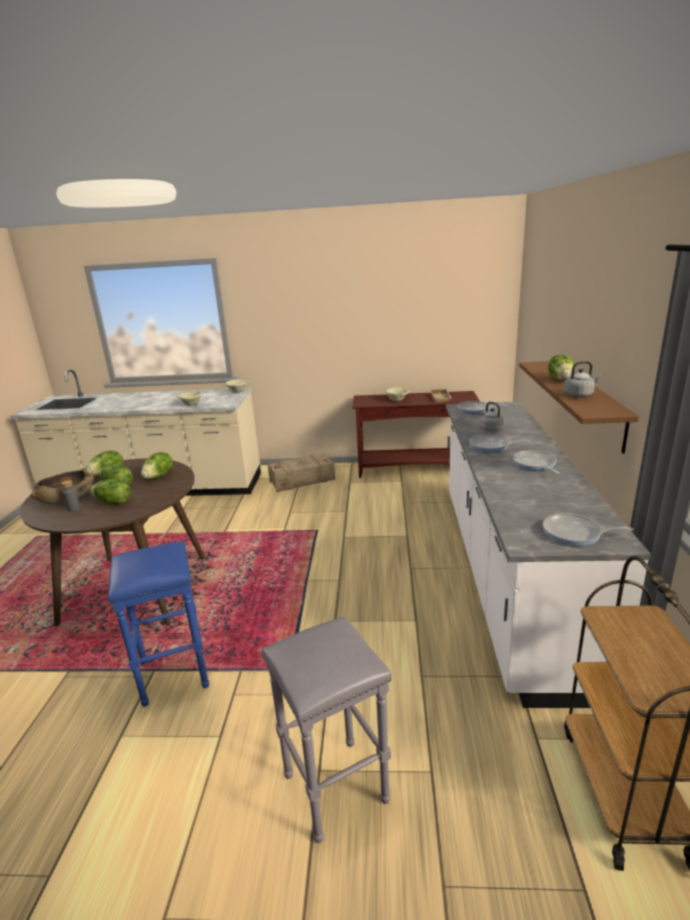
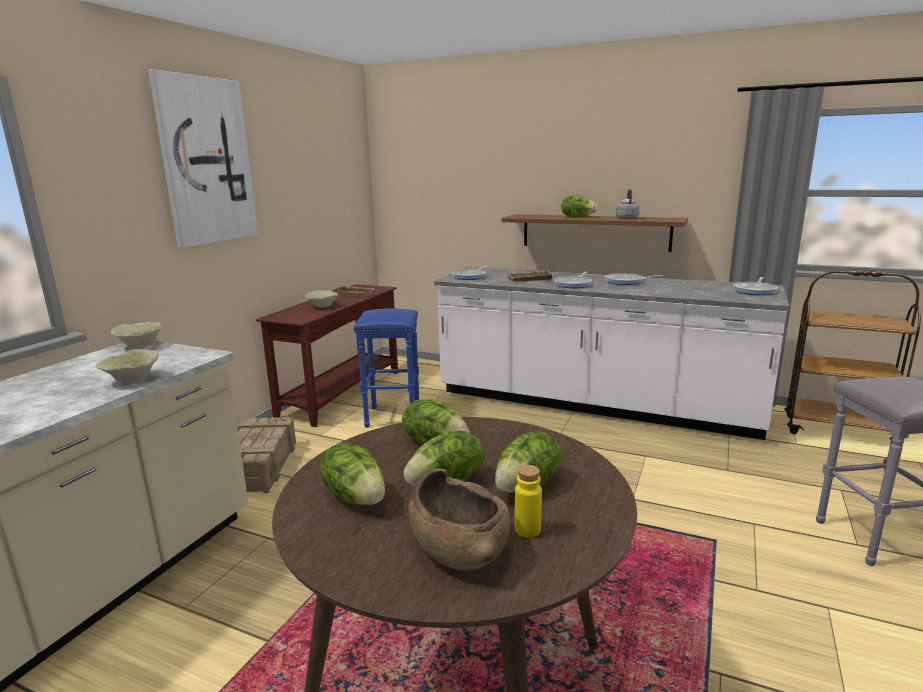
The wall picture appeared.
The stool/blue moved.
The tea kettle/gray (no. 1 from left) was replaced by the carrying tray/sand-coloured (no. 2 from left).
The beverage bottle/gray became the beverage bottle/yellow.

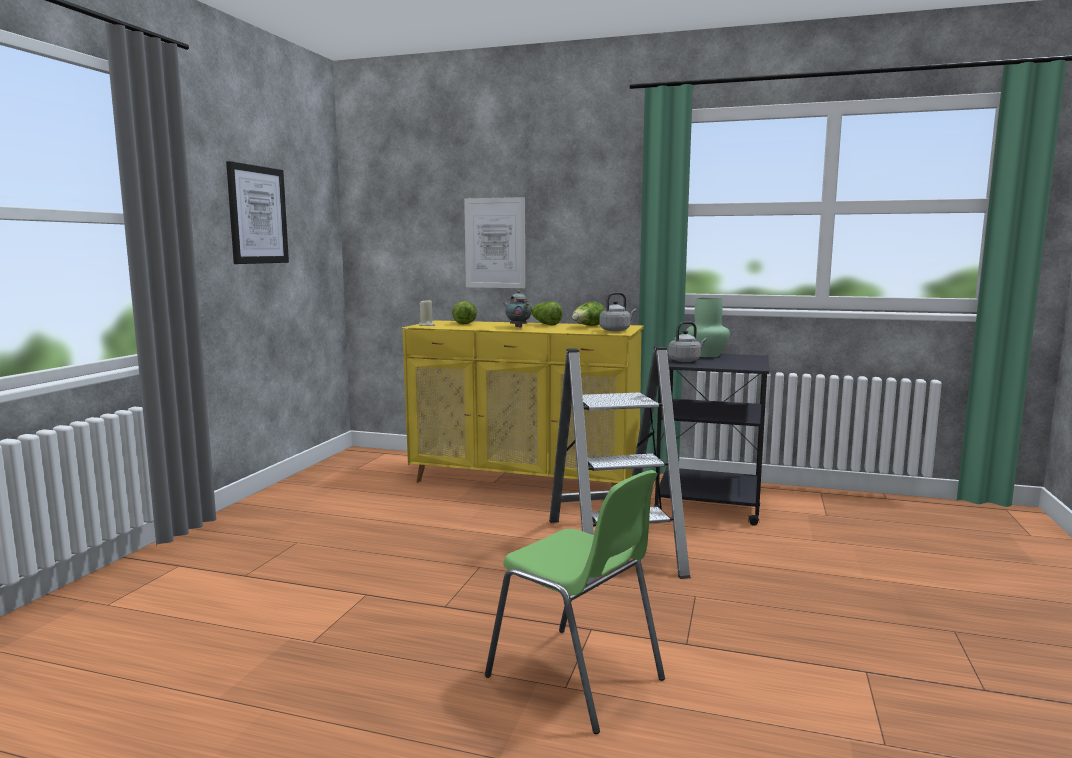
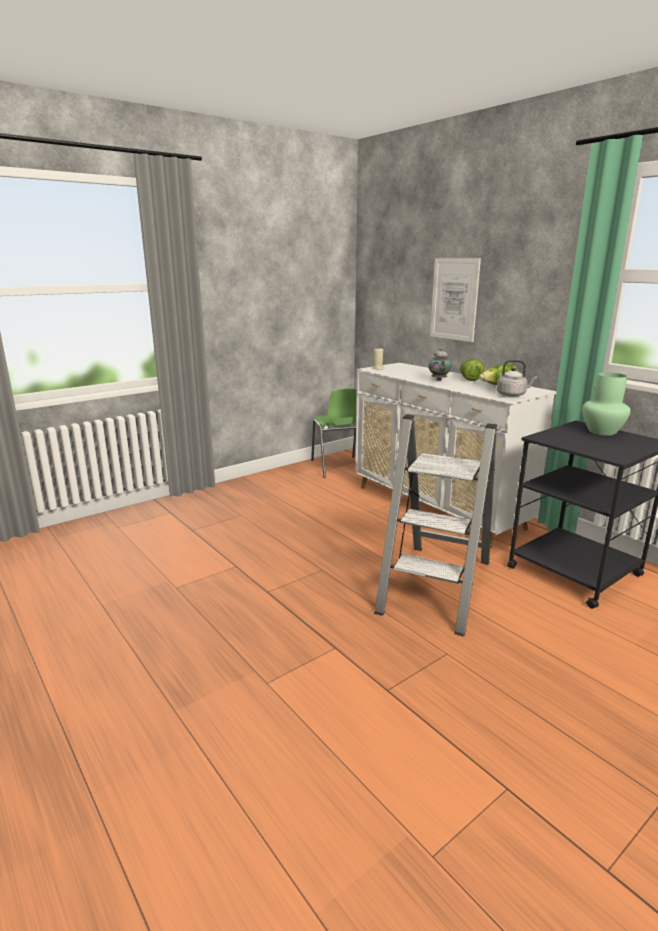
The wall picture (no. 1 from left) disappeared.
The head of lettuce (no. 1 from left) disappeared.
The tea kettle/gray (no. 2 from left) disappeared.
The upright chair/green moved.
The storage cabinet/yellow became the storage cabinet/white-coloured.

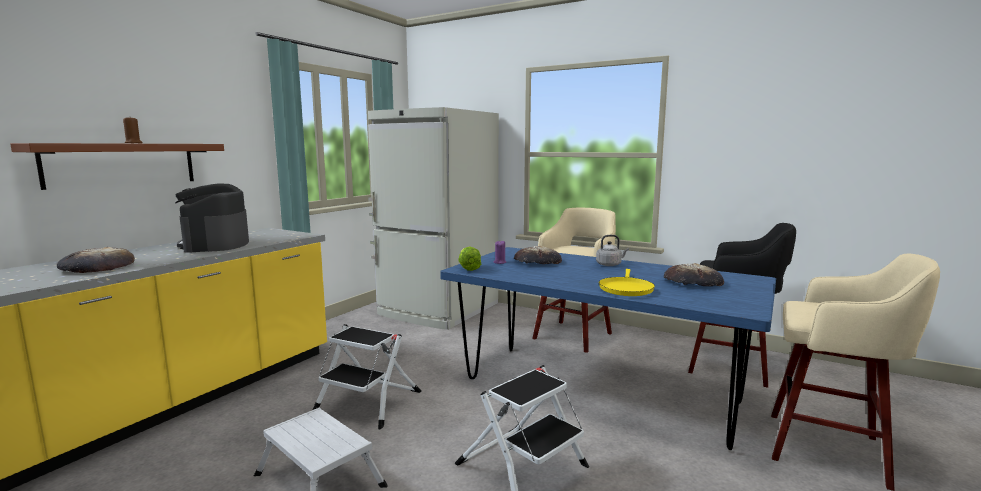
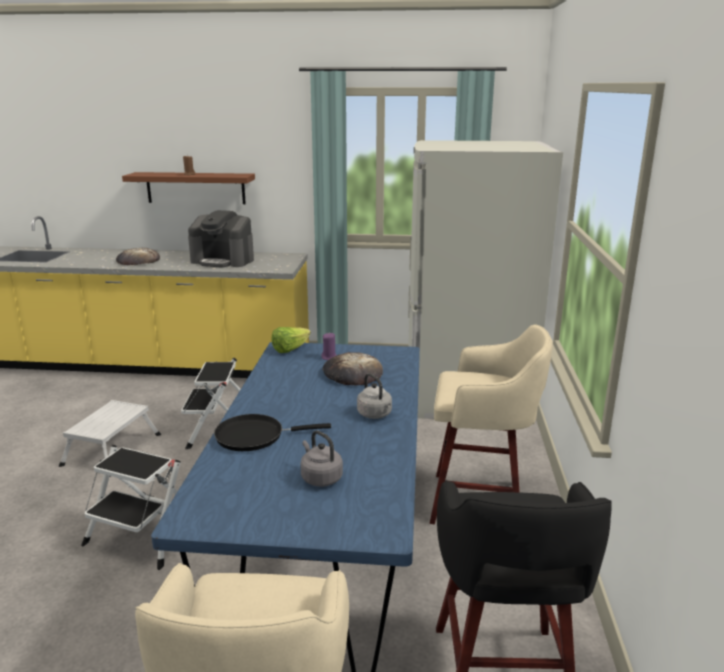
The bread (no. 3 from left) was replaced by the tea kettle/gray (no. 1 from left).
The frying pan/yellow became the frying pan/blackish.
The coffee brewer turned 120 degrees counterclockwise.

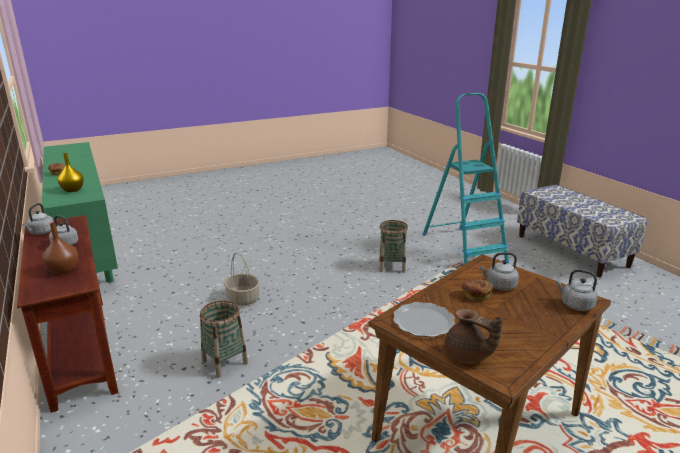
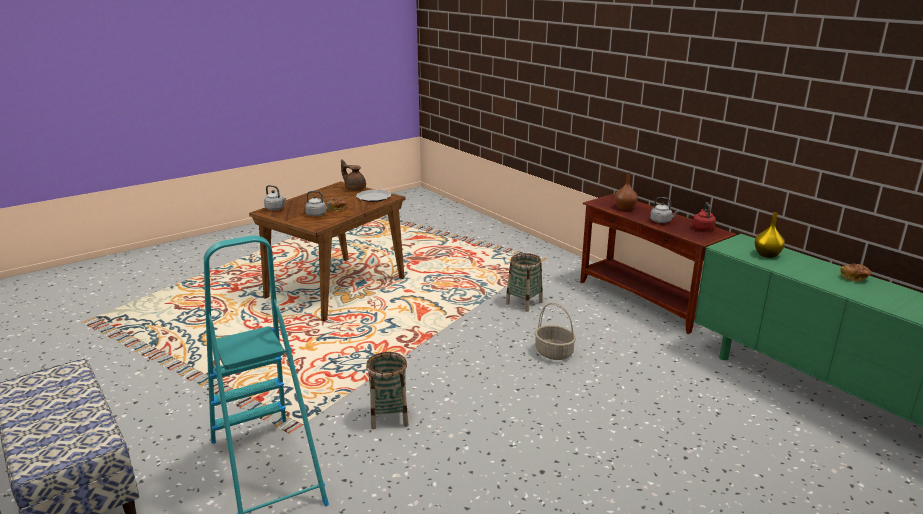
The tea kettle/gray (no. 1 from left) became the tea kettle/red.

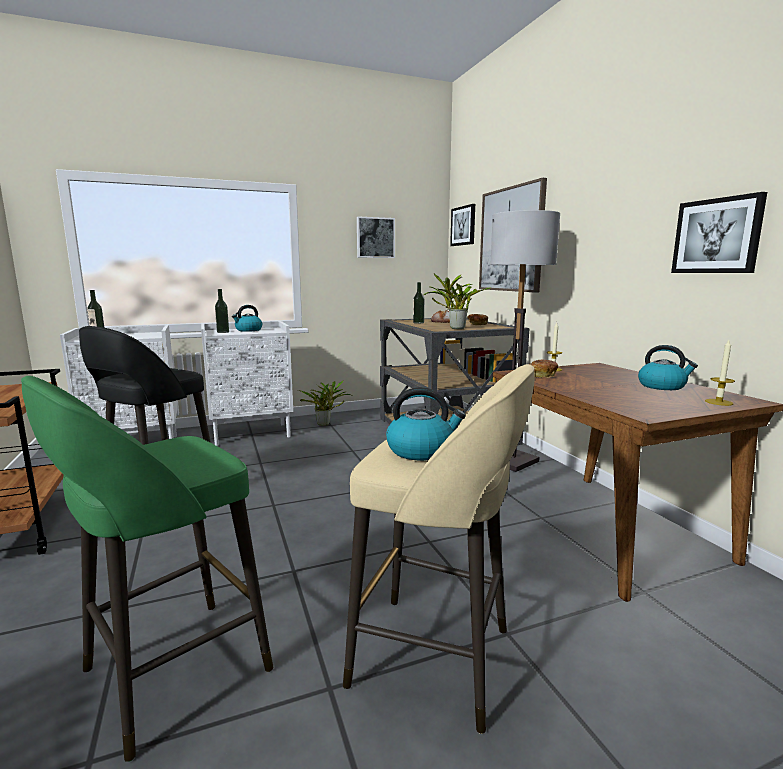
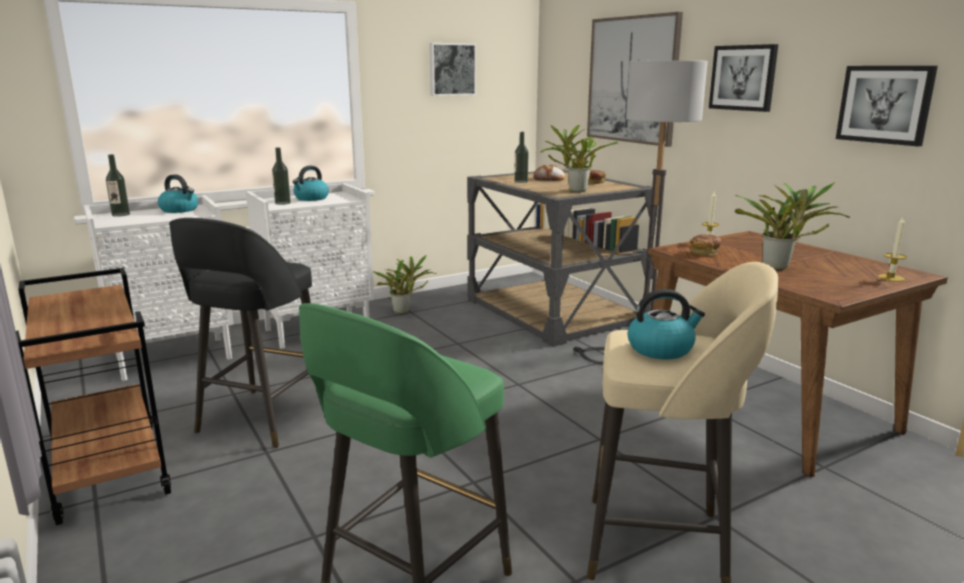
The houseplant (no. 3 from left) appeared.
The wall picture (no. 2 from left in the first image) moved.
The tea kettle (no. 3 from left in the first image) moved.

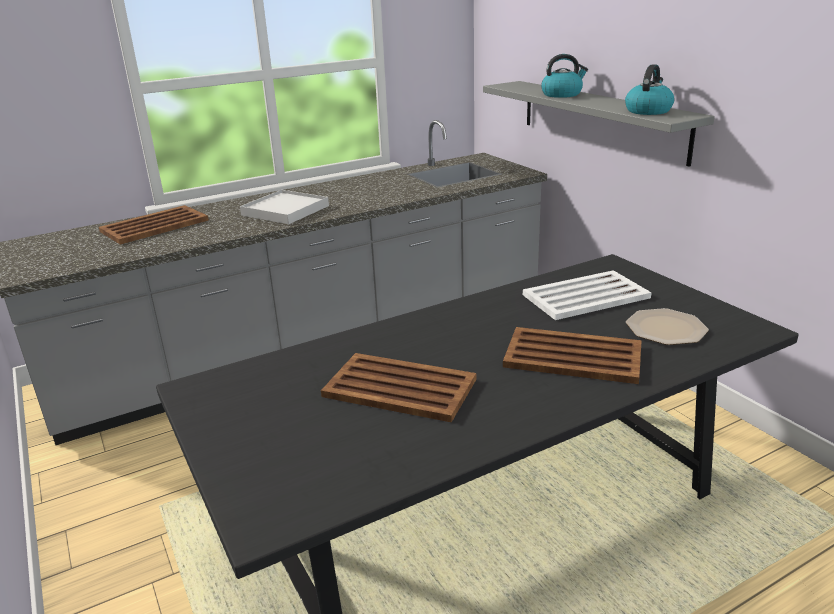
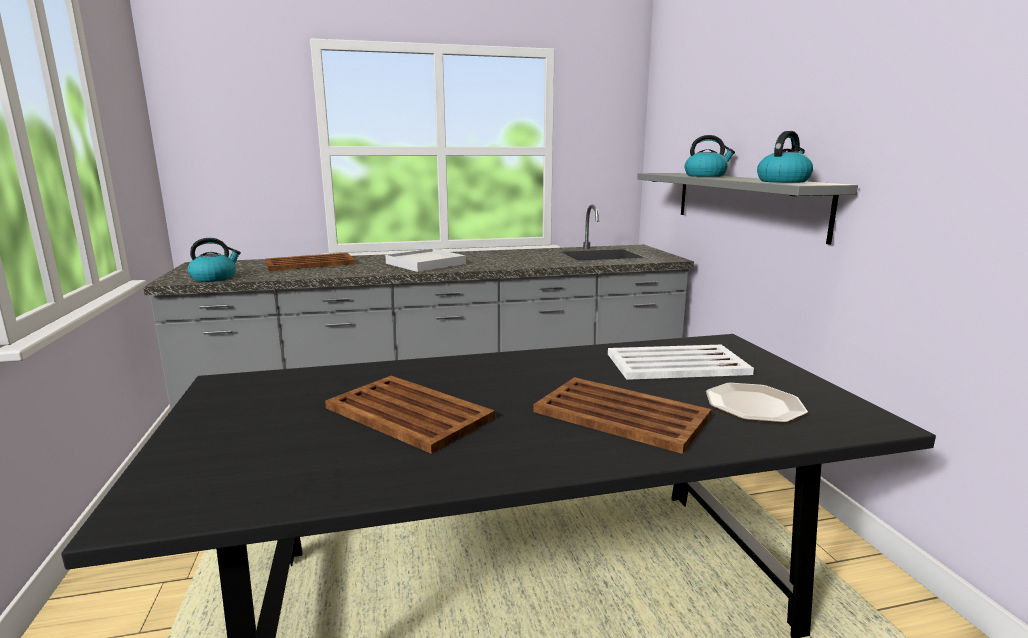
The tea kettle (no. 1 from left) appeared.

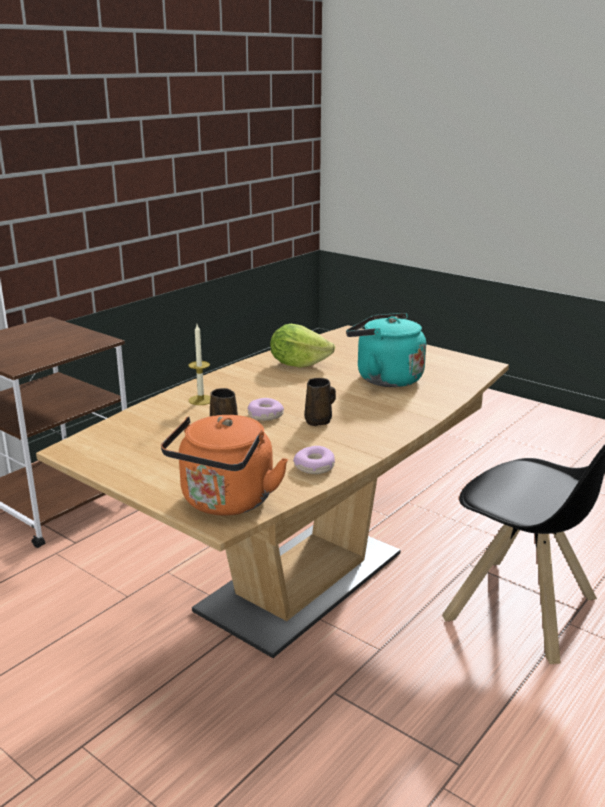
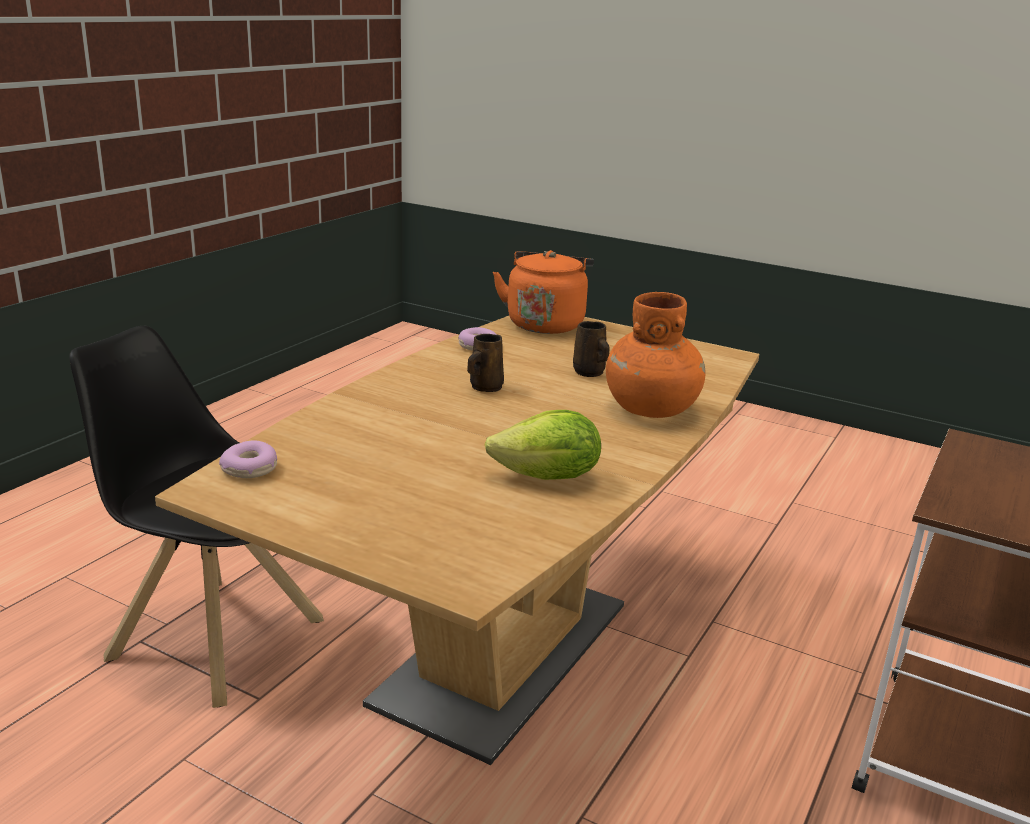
The tea kettle/turquoise-coloured disappeared.
The doughnut (no. 1 from left) moved.
The candle was replaced by the vase/orange.

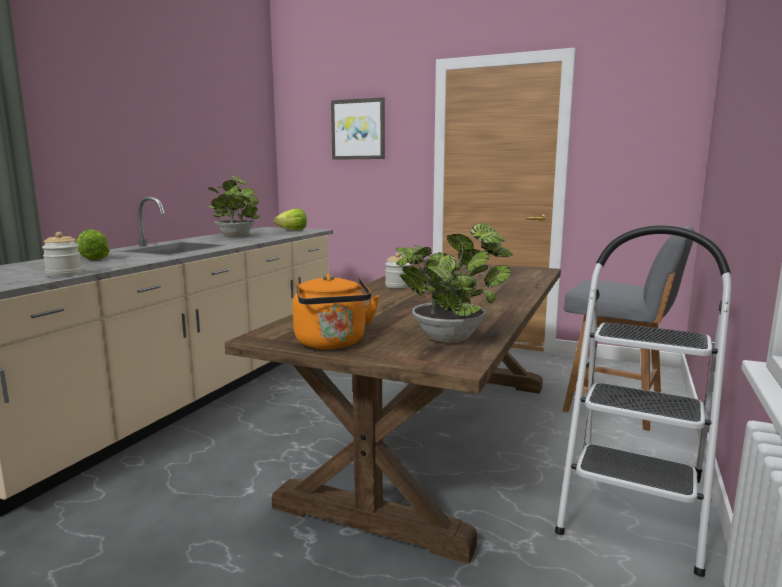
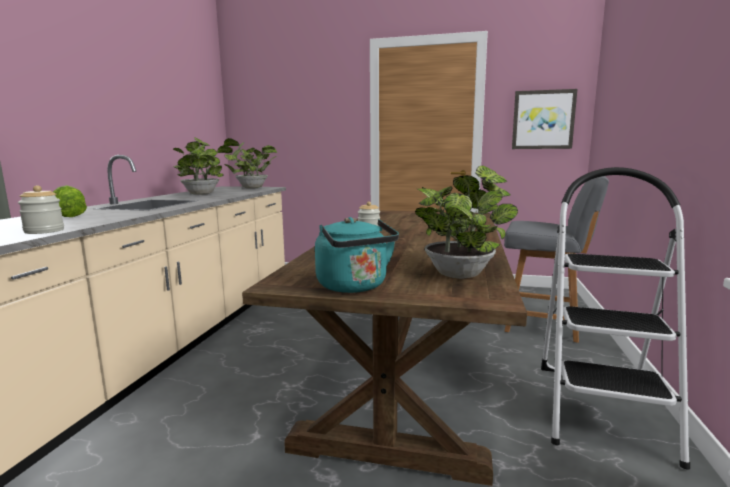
The wall picture moved.
The head of lettuce (no. 2 from left) was replaced by the houseplant (no. 2 from left).
The tea kettle/orange became the tea kettle/turquoise-coloured.

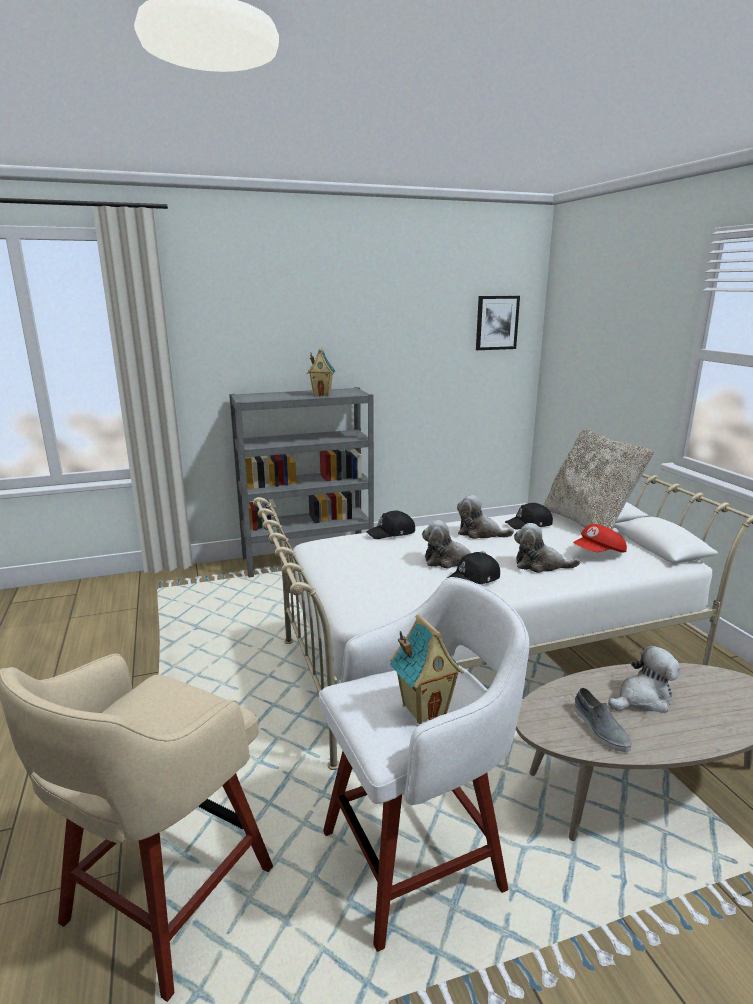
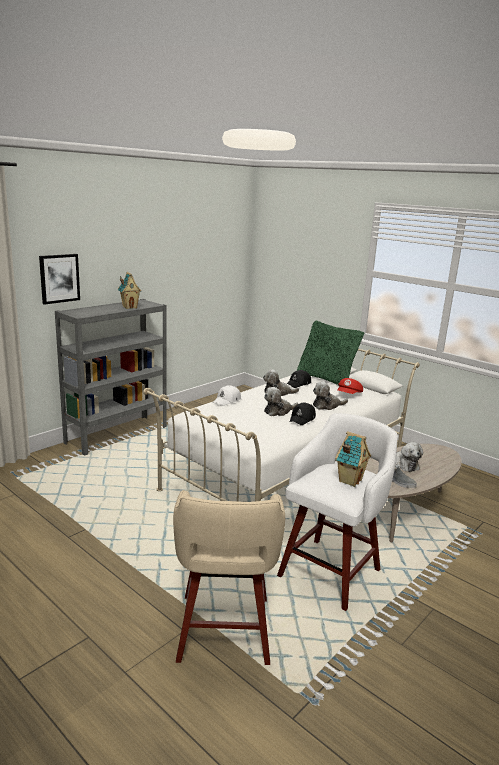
The wall picture moved.
The peaked cap/blackish (no. 1 from left) became the peaked cap/white-coloured.
The pillow/sand-coloured became the pillow/green.
The cuddly toy (no. 4 from left) turned 120 degrees clockwise.

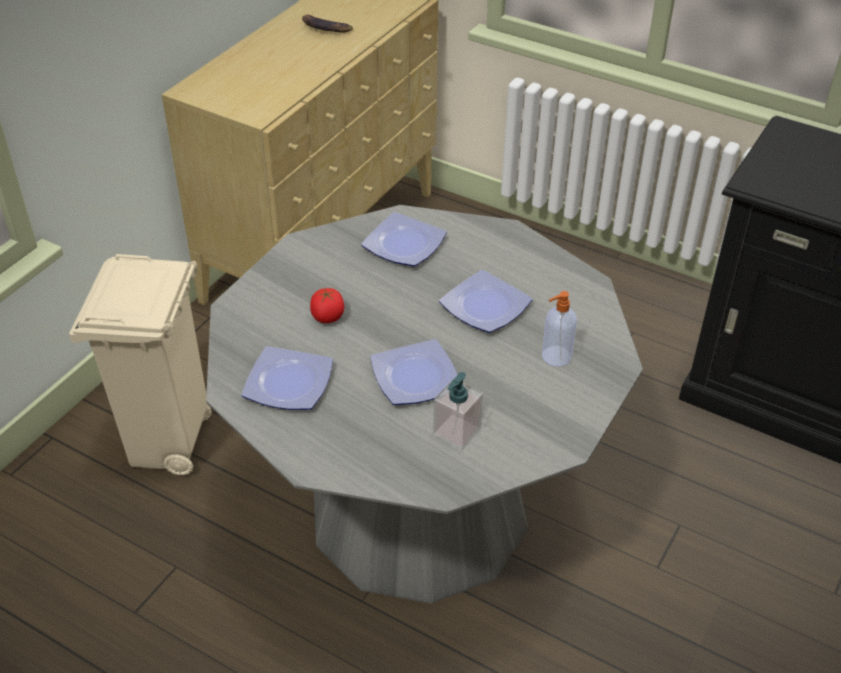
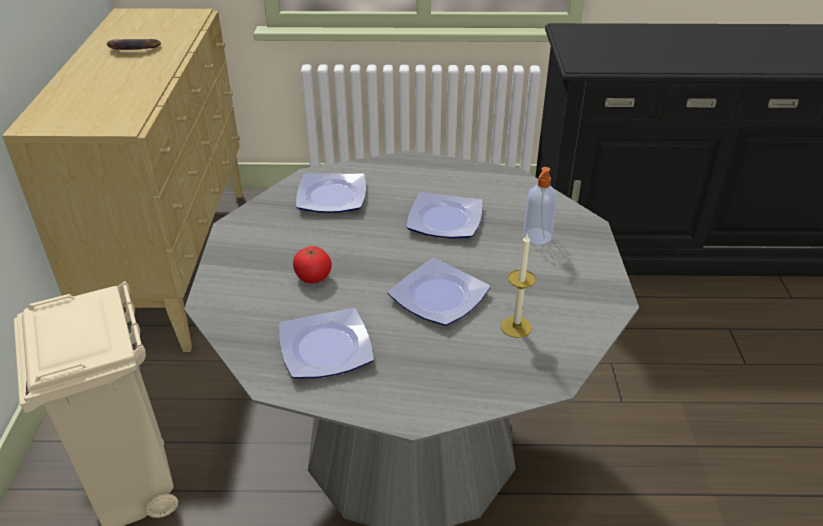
The liquid soap bottle (no. 1 from left) was replaced by the candle.

